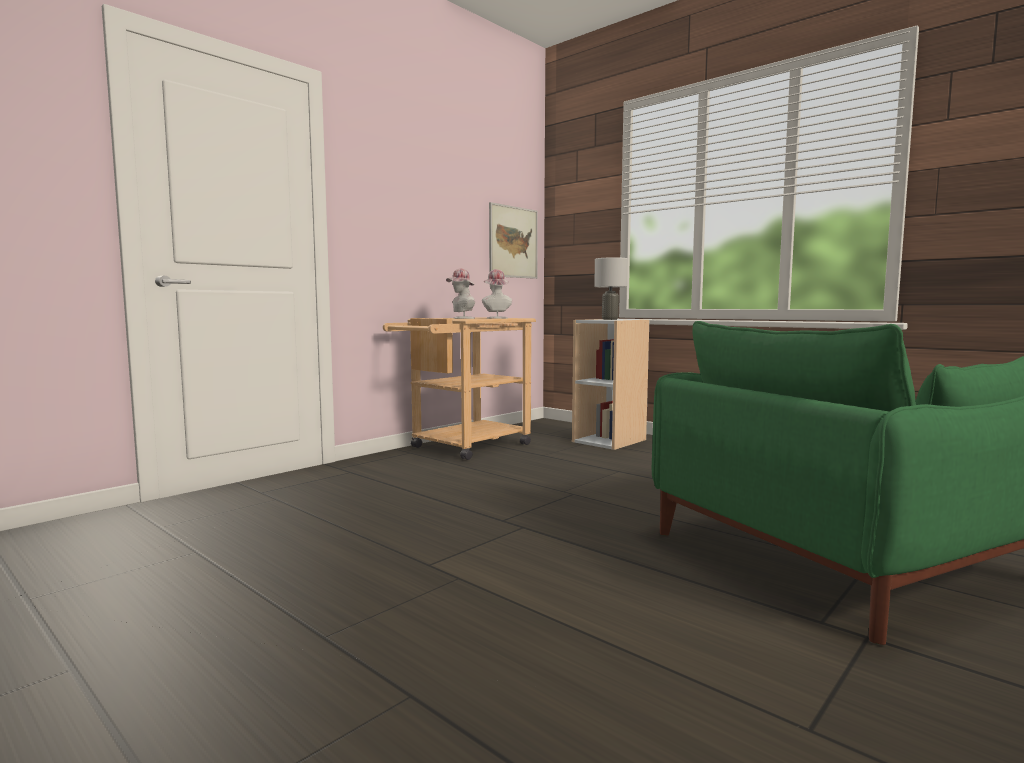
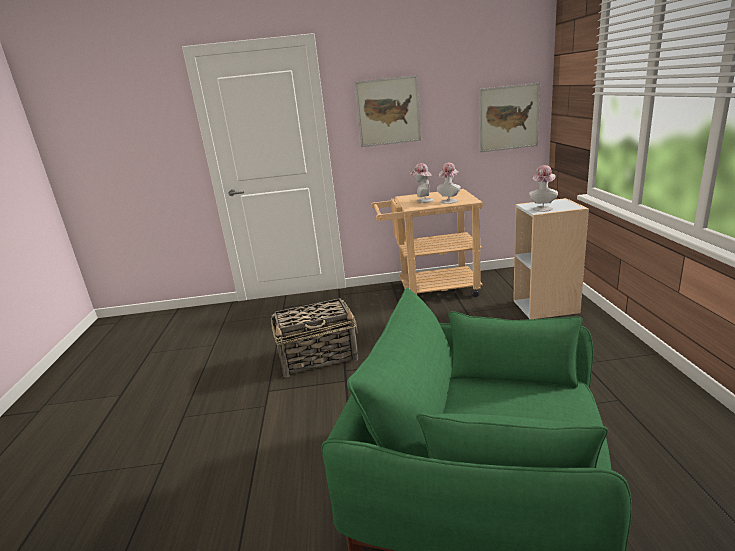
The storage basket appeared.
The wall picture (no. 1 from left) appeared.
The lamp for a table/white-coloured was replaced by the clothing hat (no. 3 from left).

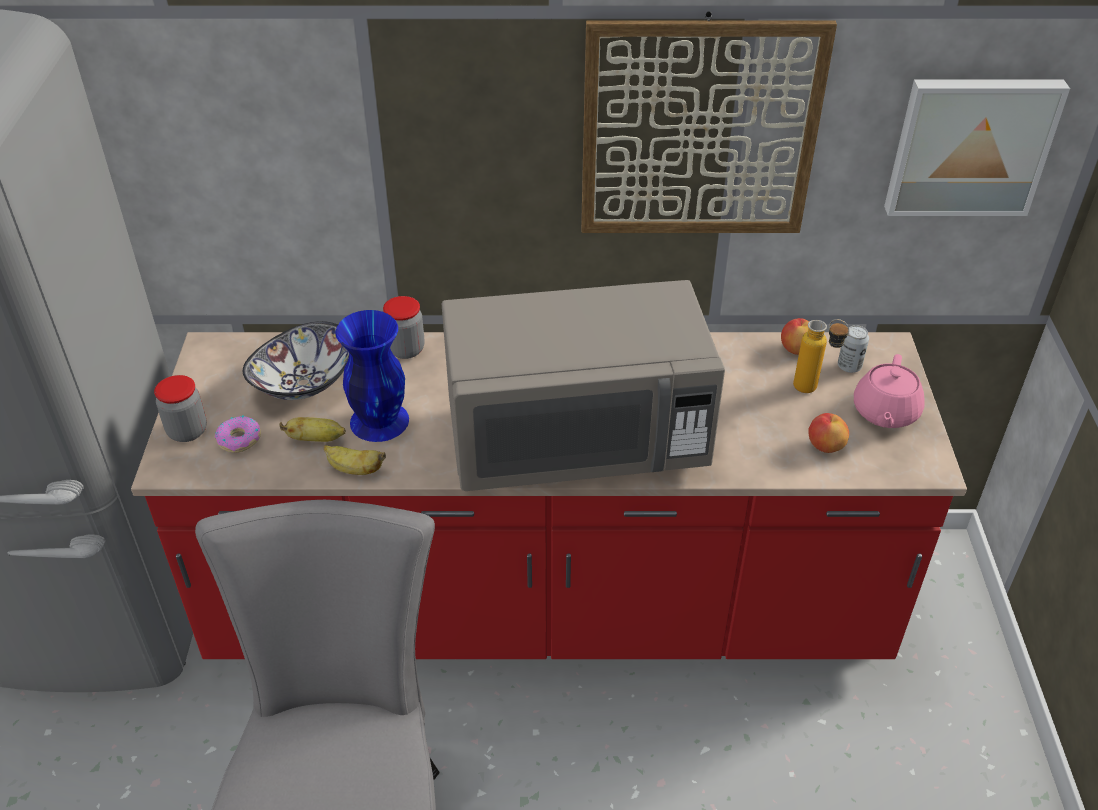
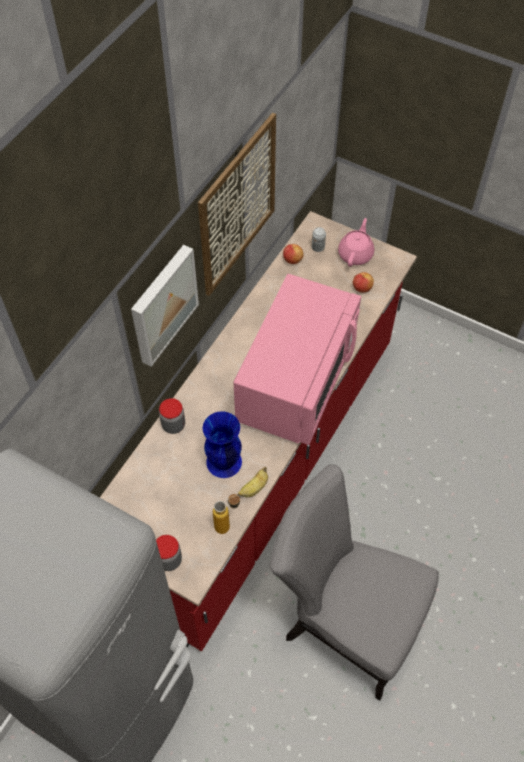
The doughnut disappeared.
The bowl disappeared.
The banana fruit (no. 1 from left) disappeared.
The beverage bottle moved.
The wall picture (no. 2 from left in the first image) moved.
The kitchen microwave/gray became the kitchen microwave/pinkish.
The tea pot/pinkish turned 120 degrees counterclockwise.

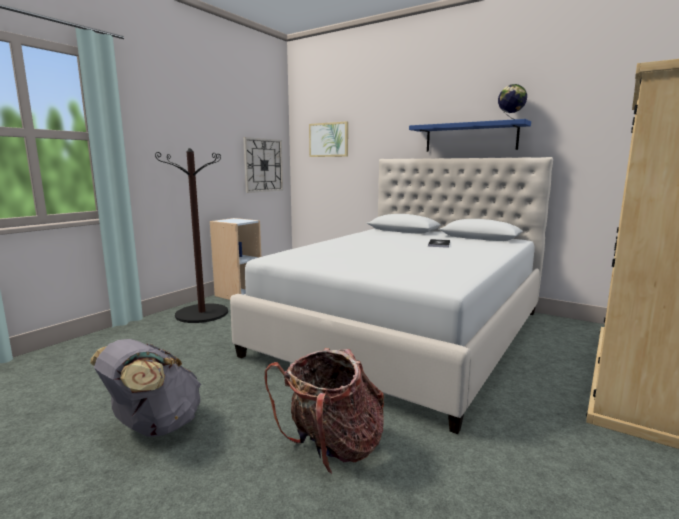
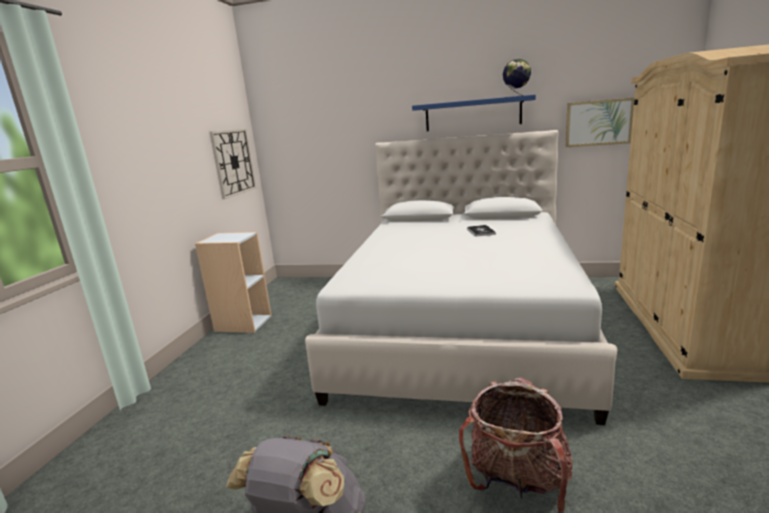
The garment stand/blackish disappeared.
The wall picture moved.

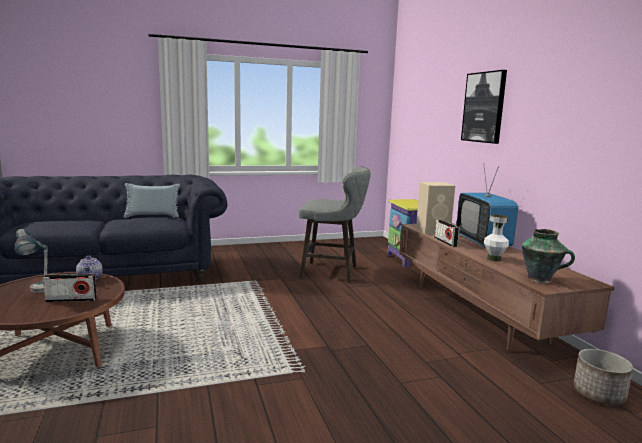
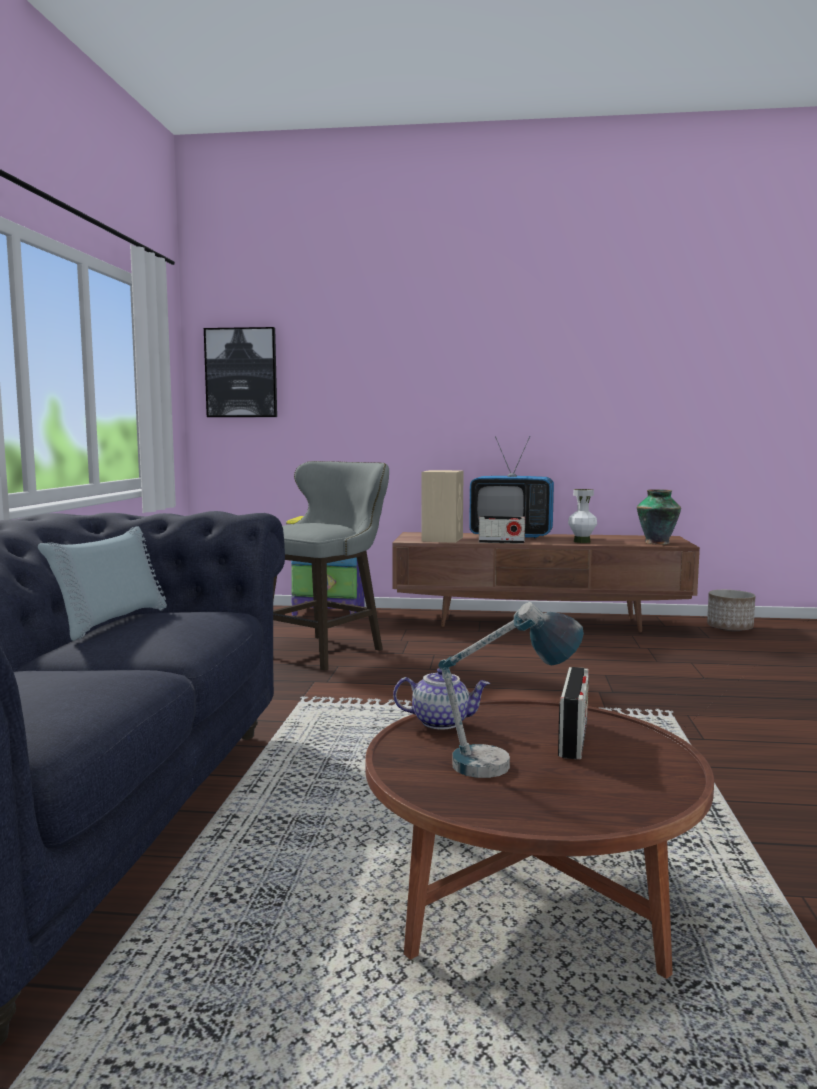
The wall picture moved.

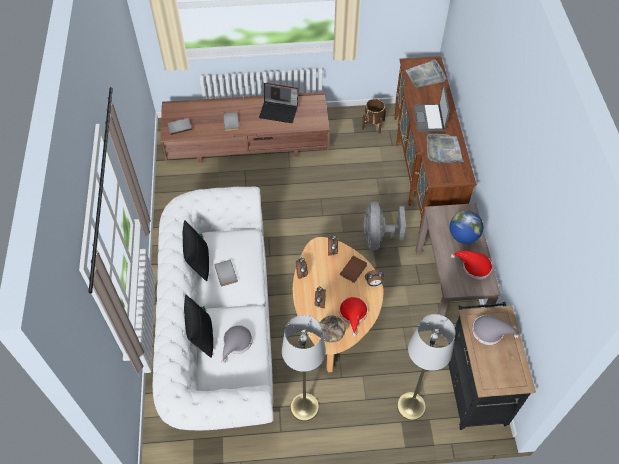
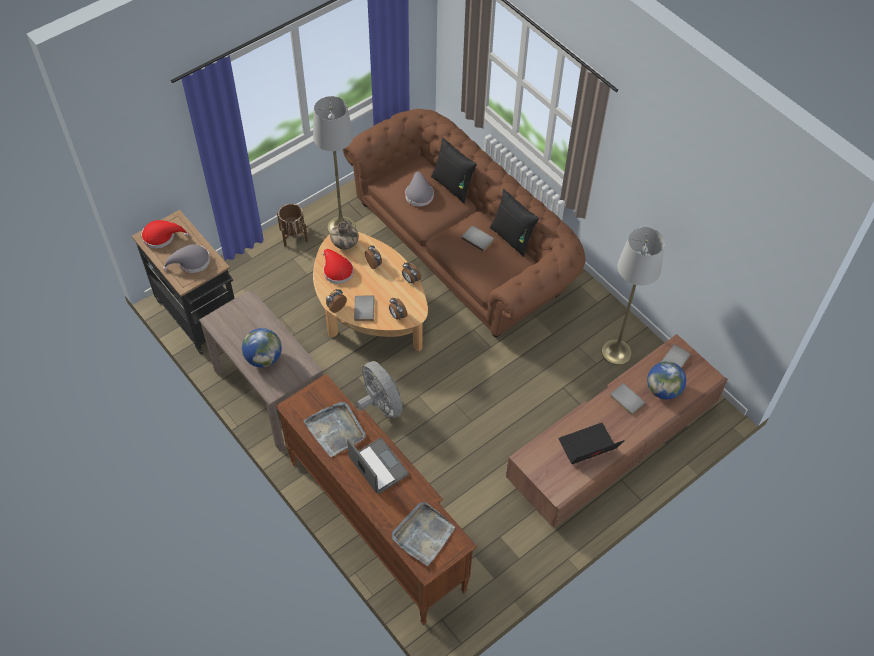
The world globe (no. 2 from left) appeared.
The flower pot/brownish moved.
The floor lamp/gray (no. 2 from left) moved.
The clothing hat/red (no. 2 from left in the first image) moved.
The sofa/white-coloured became the sofa/brownish.
The book/brownish became the book/gray (no. 1 from left).

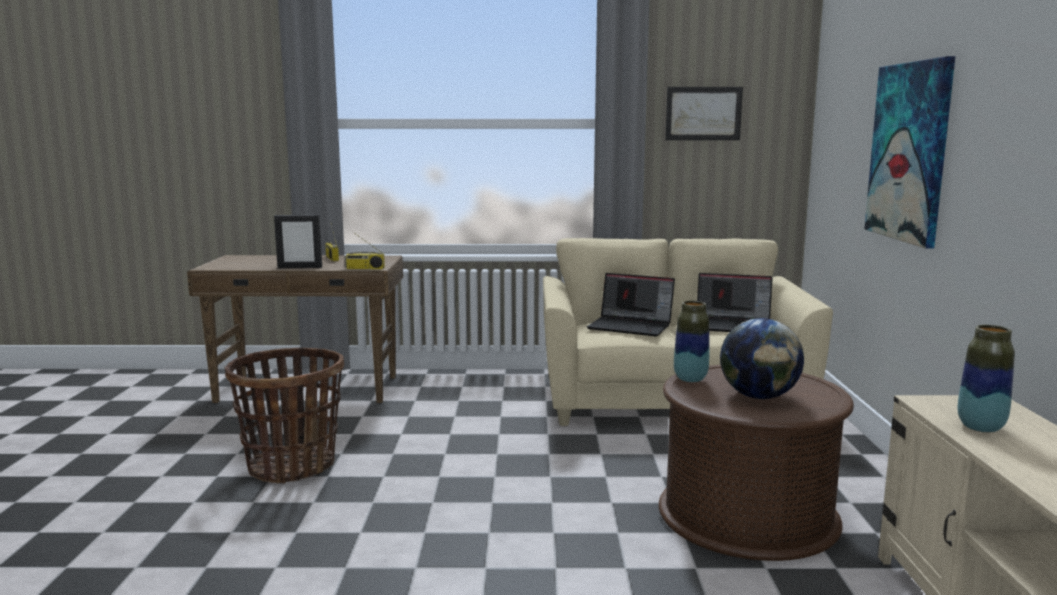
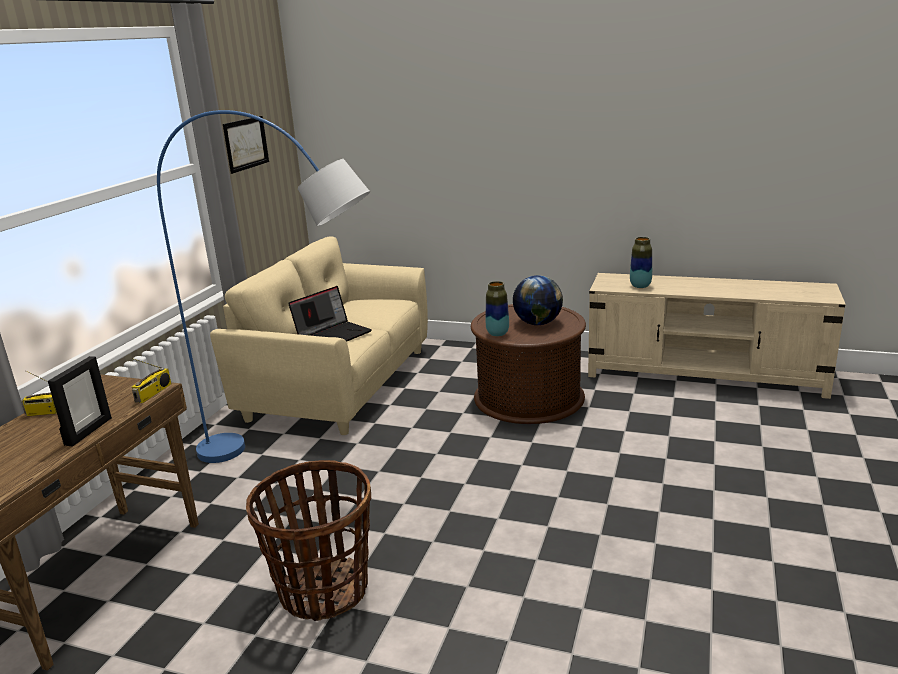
The notebook computer (no. 2 from left) disappeared.
The wall picture (no. 2 from left) disappeared.
The floor lamp/blue appeared.

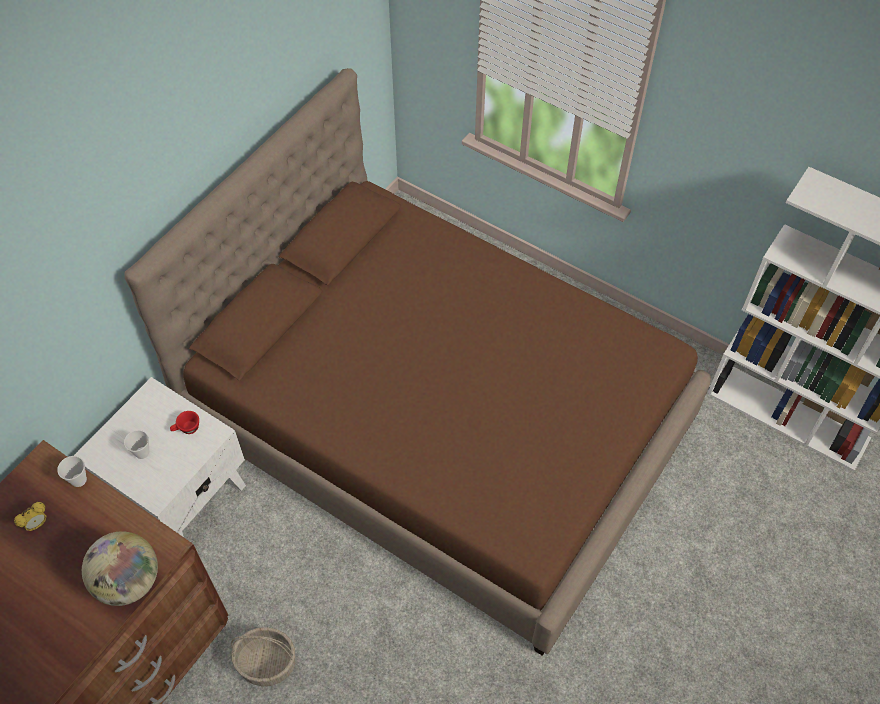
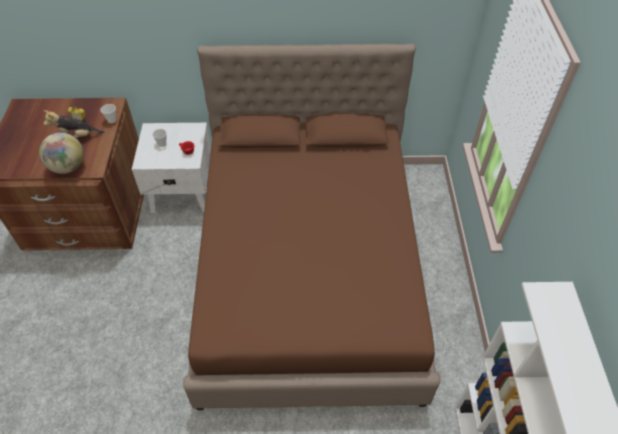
The storage basket disappeared.
The cuddly toy appeared.

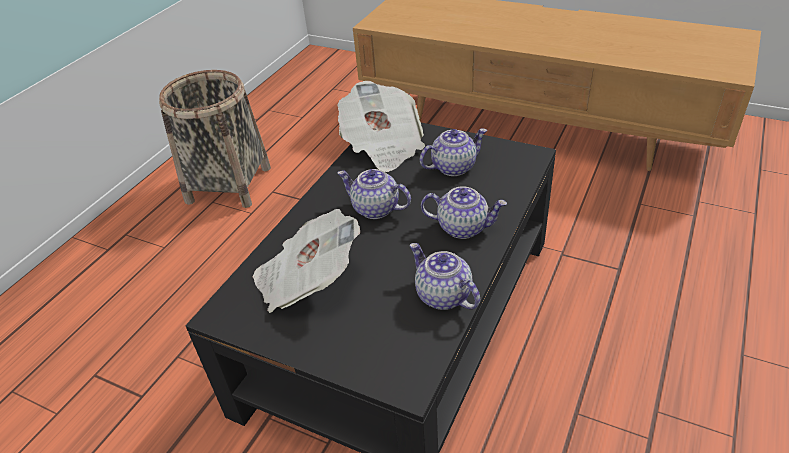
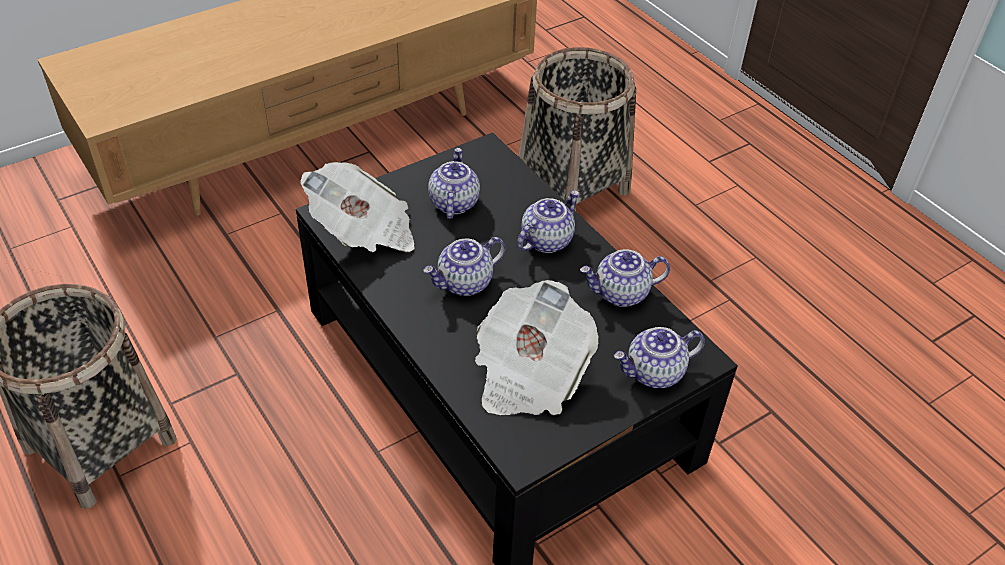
The storage basket (no. 2 from left) appeared.
The tea pot (no. 5 from left) appeared.

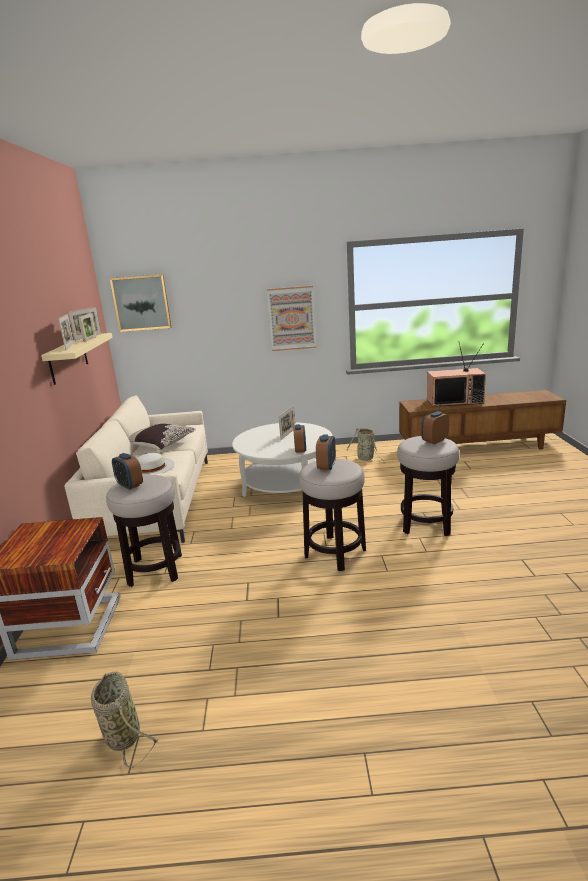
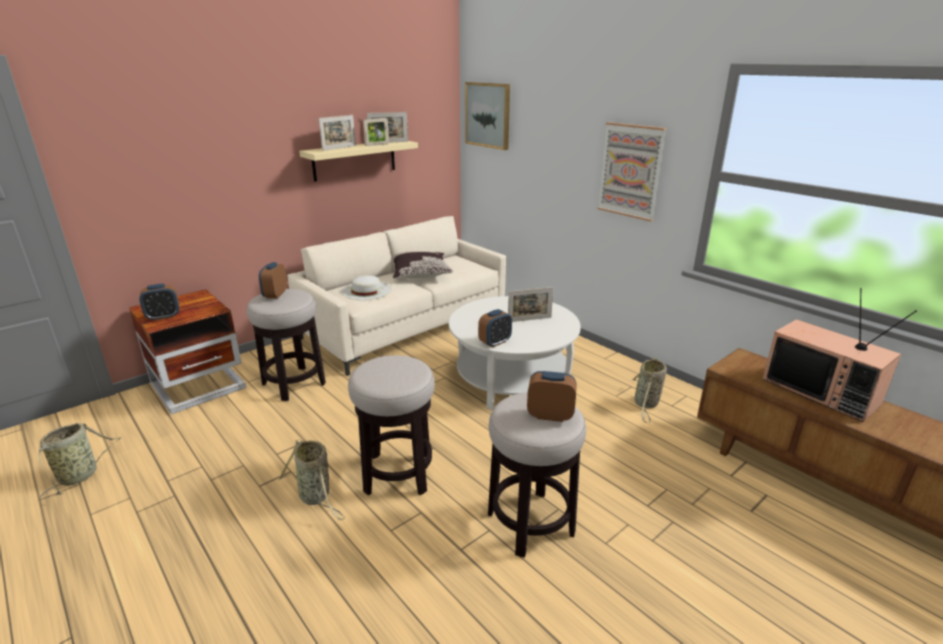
The storage basket (no. 2 from left) appeared.
The bedside clock (no. 3 from left in the first image) moved.

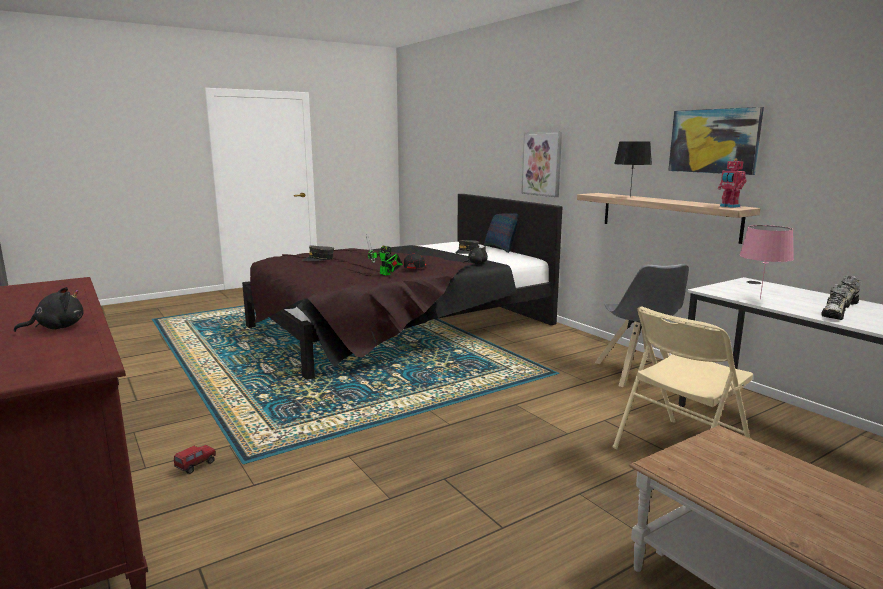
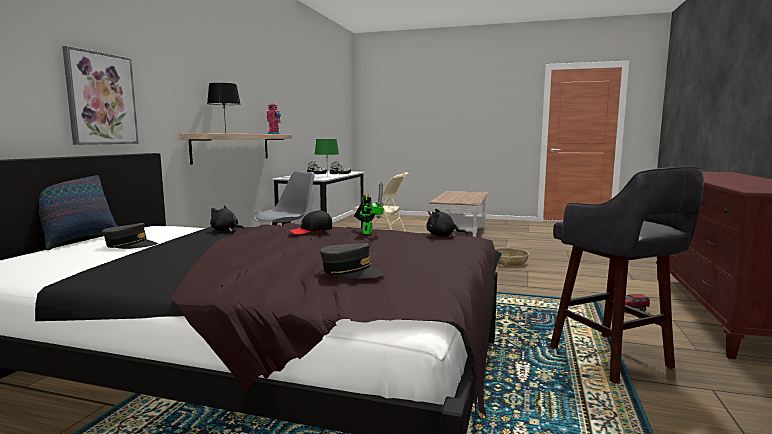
The wall picture (no. 2 from left) disappeared.
The storage basket appeared.
The stool/gray appeared.
The cuddly toy/blackish (no. 1 from left in the first image) moved.
The lamp for a table/pinkish became the lamp for a table/green.

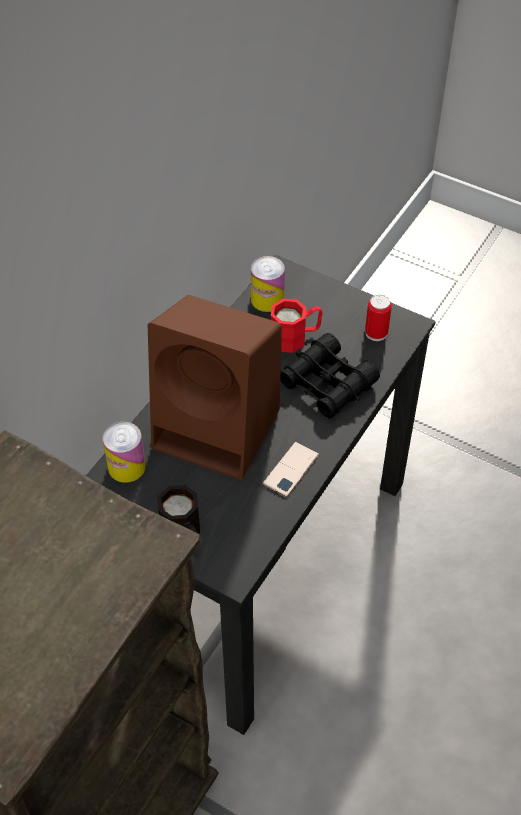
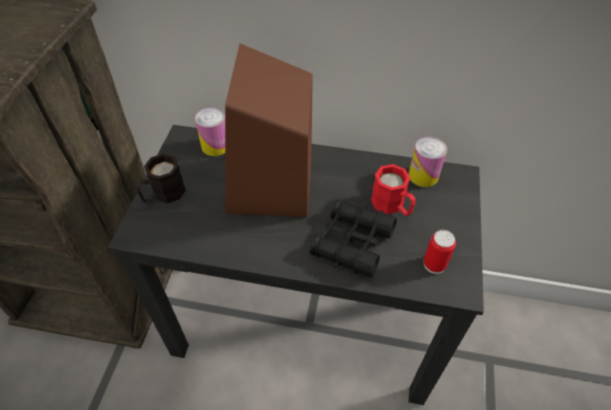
The telephone disappeared.

